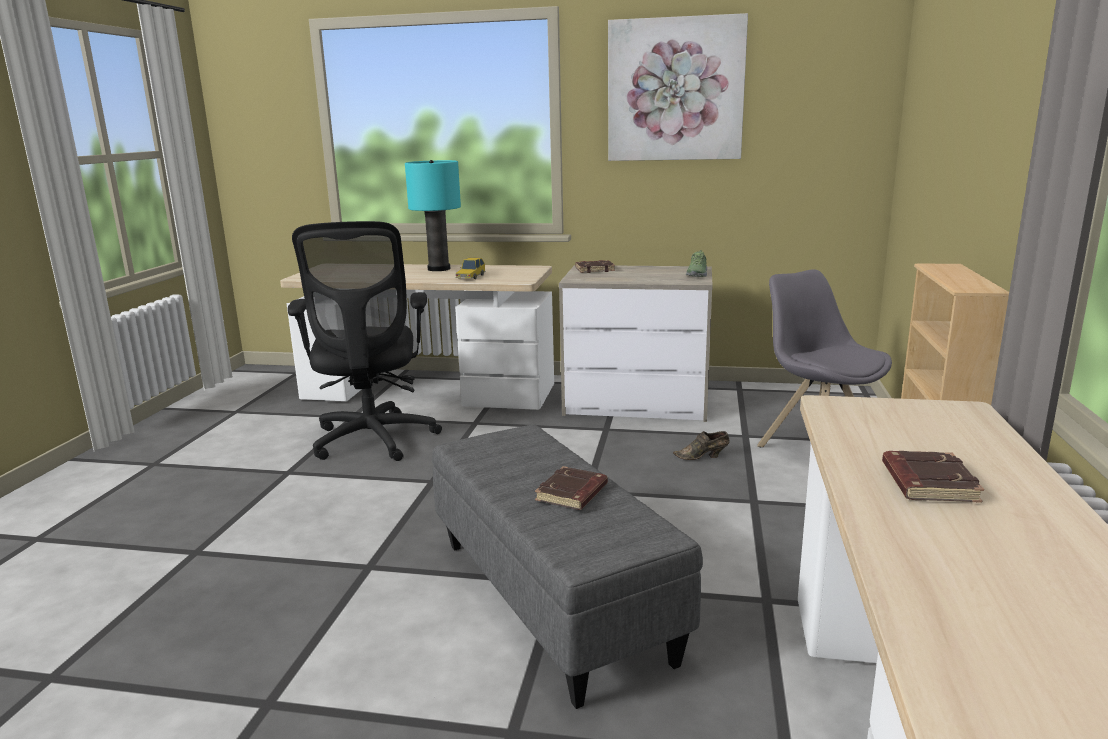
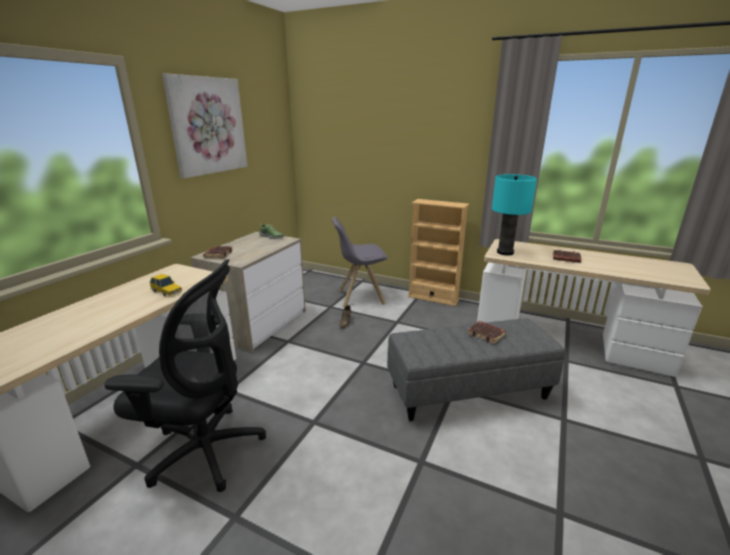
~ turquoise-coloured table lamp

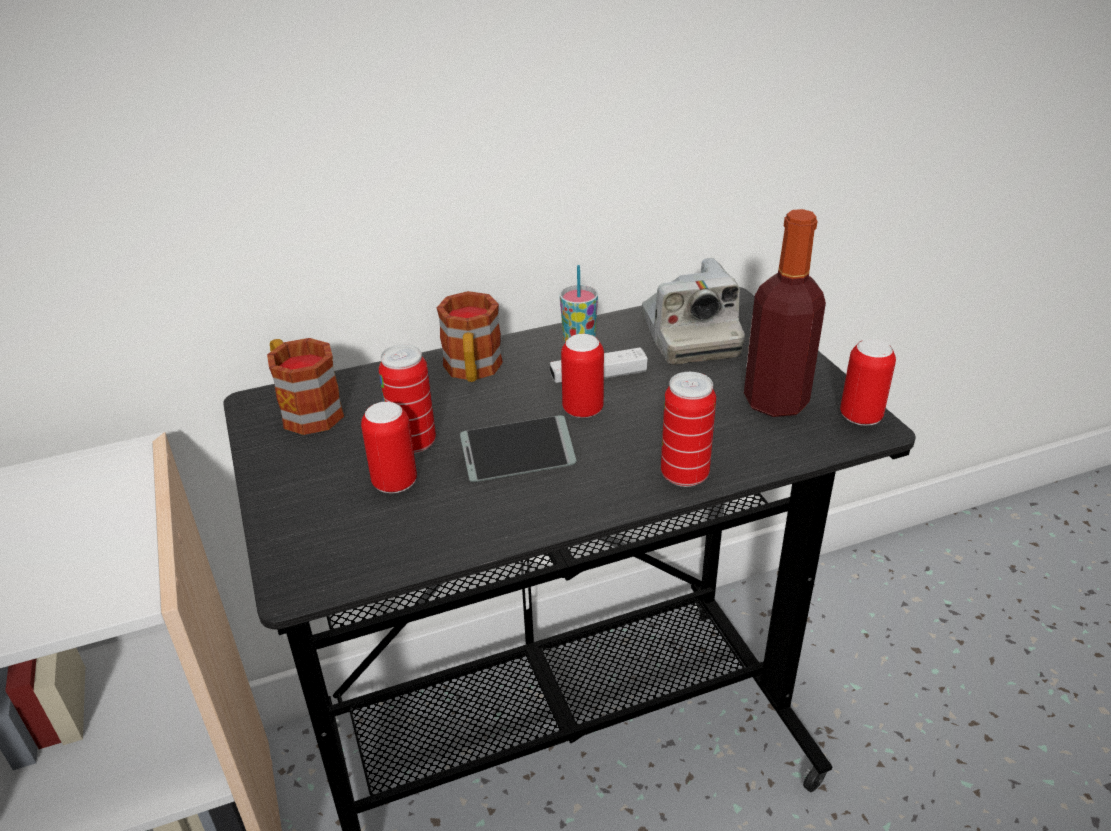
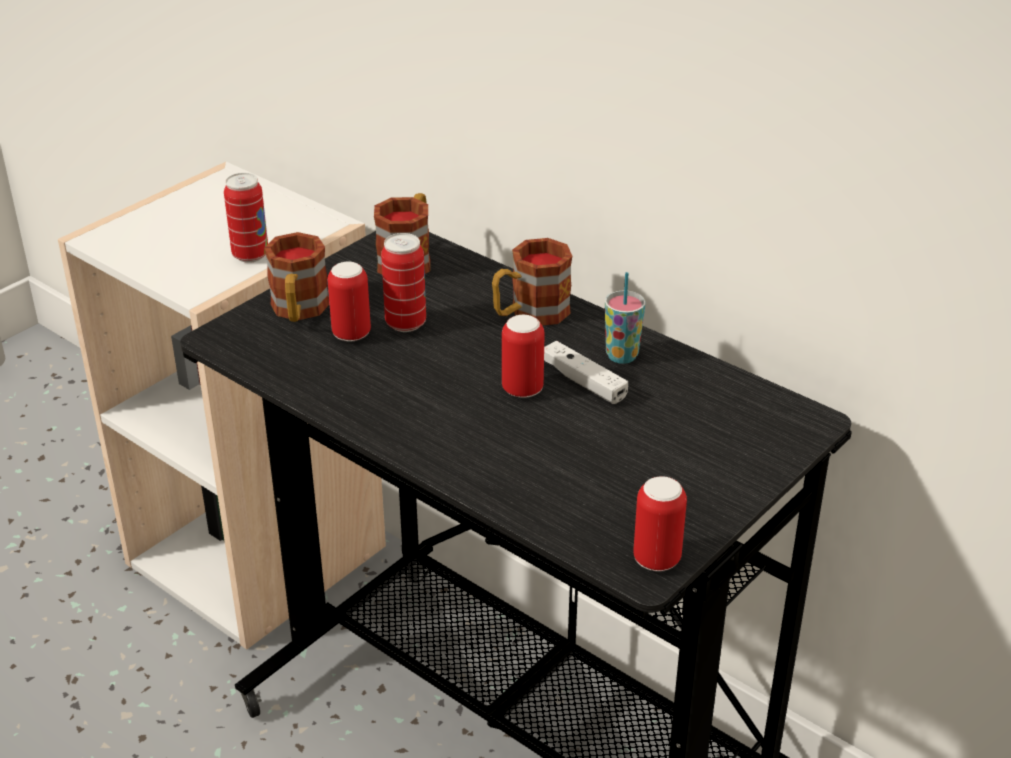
- handset
- still camera
~ can (4th from left in the first image) to can (1st from left)
- beverage bottle
+ mug (1st from left)

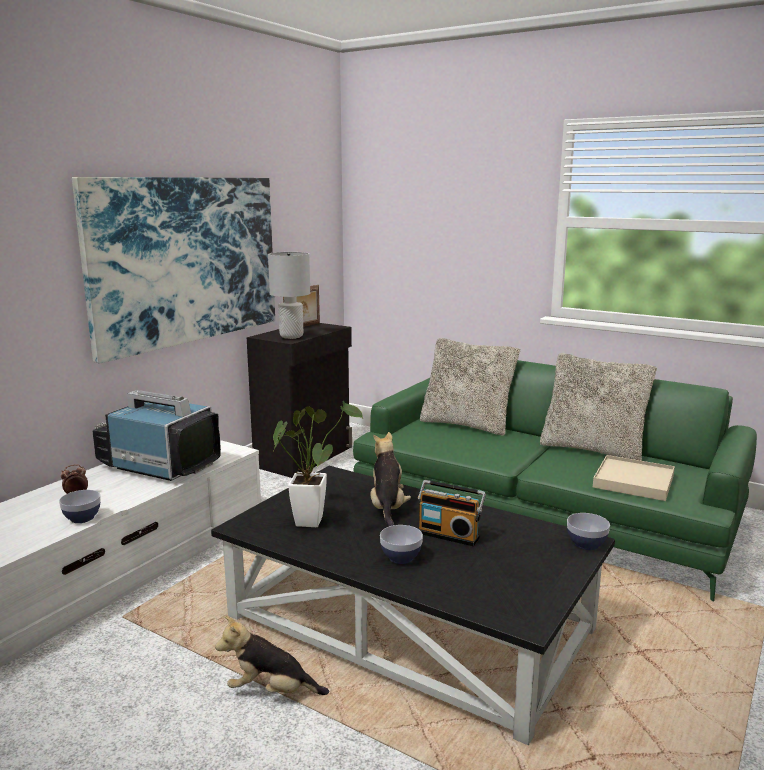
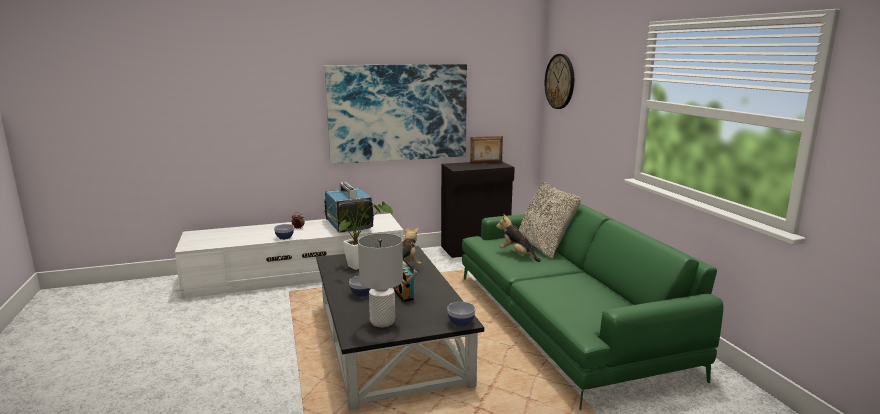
~ cuddly toy (1st from left in the first image) to cuddly toy (2nd from left)
~ greyish table lamp
- sand-coloured pillow (2nd from left)
- sand-coloured tray
+ hanging clock

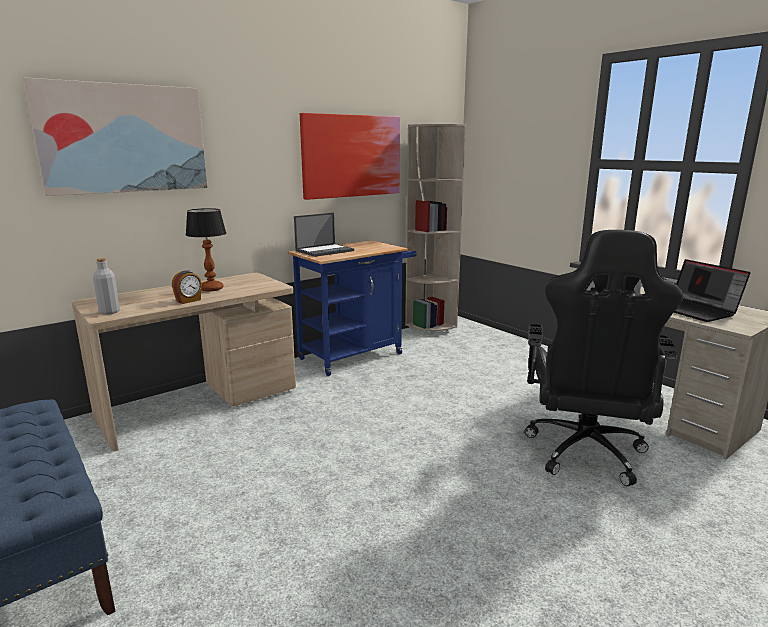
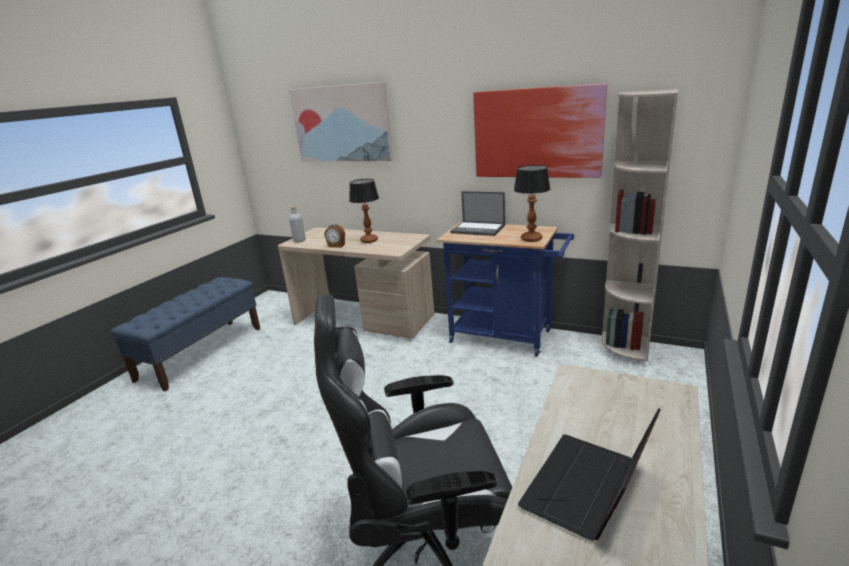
+ table lamp (2nd from left)

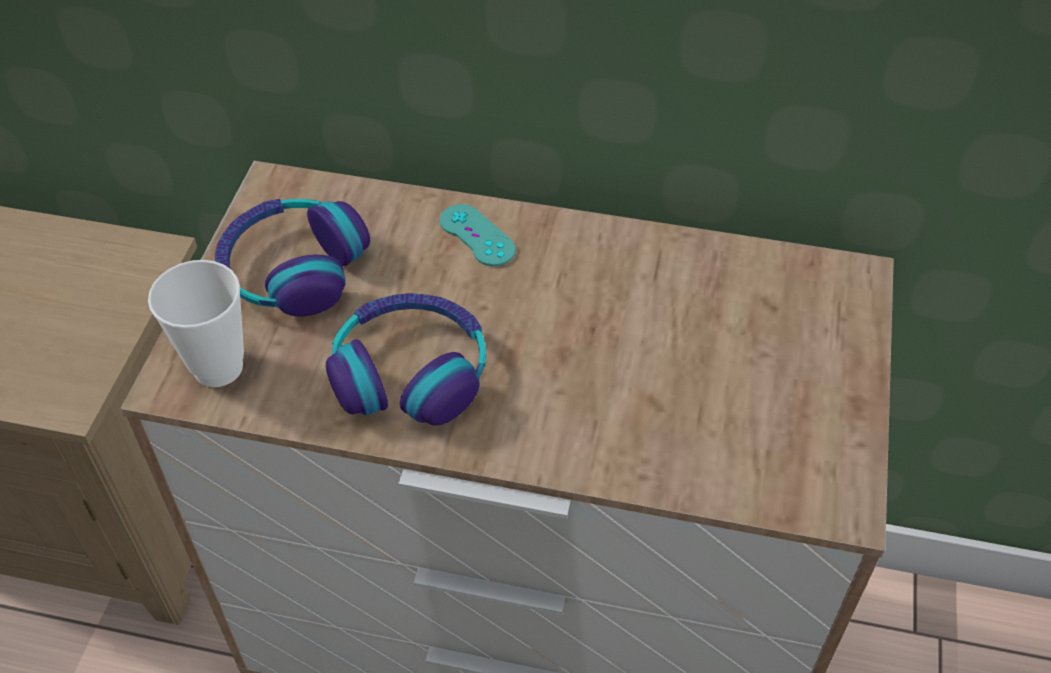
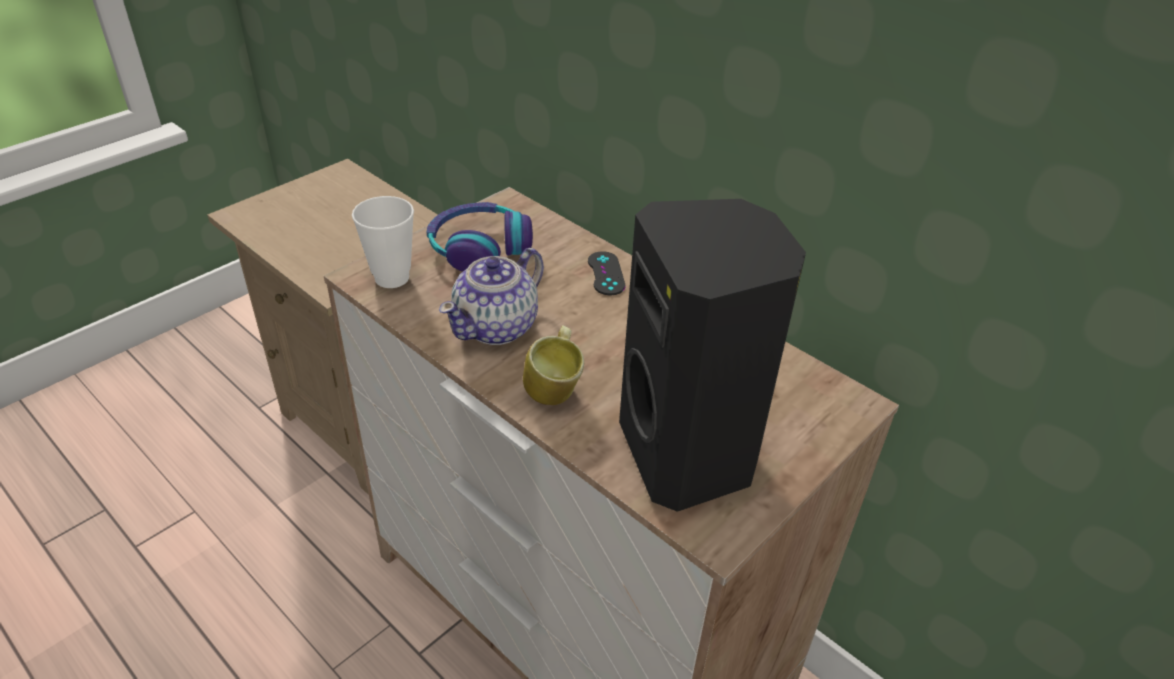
~ pair of headphones (2nd from left) to teapot
~ turquoise-coloured game controller to black-coloured game controller
+ mug
+ black-coloured speaker

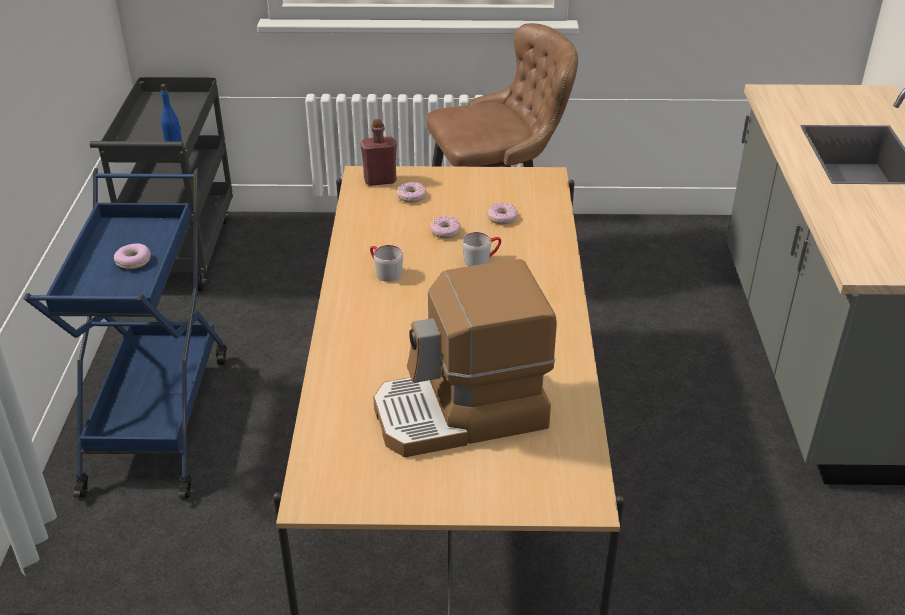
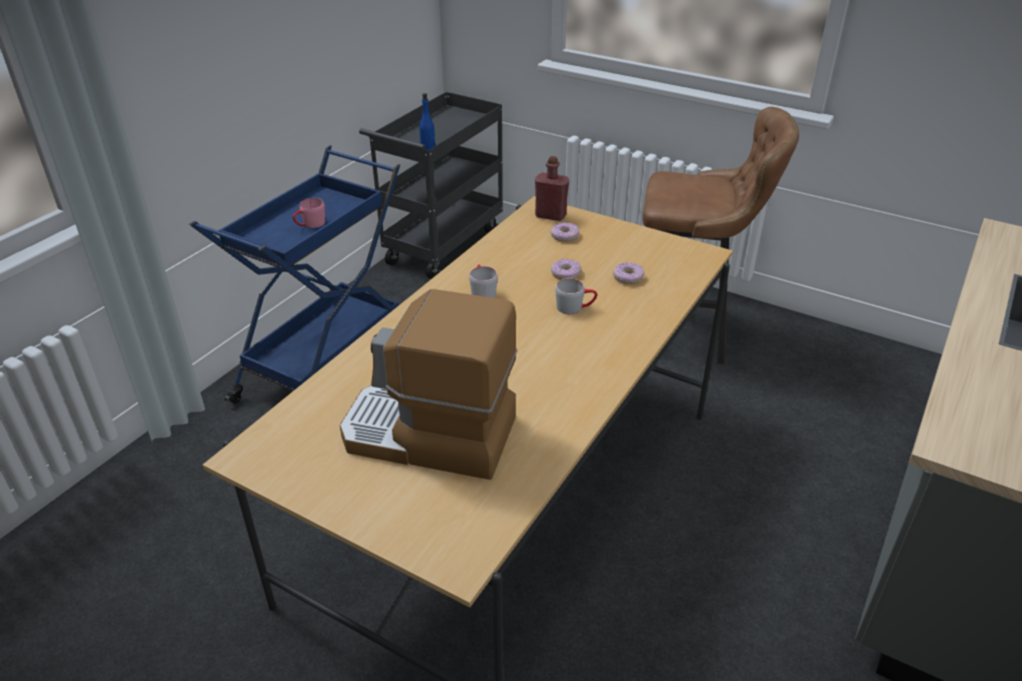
~ ring doughnut (1st from left) to pinkish mug

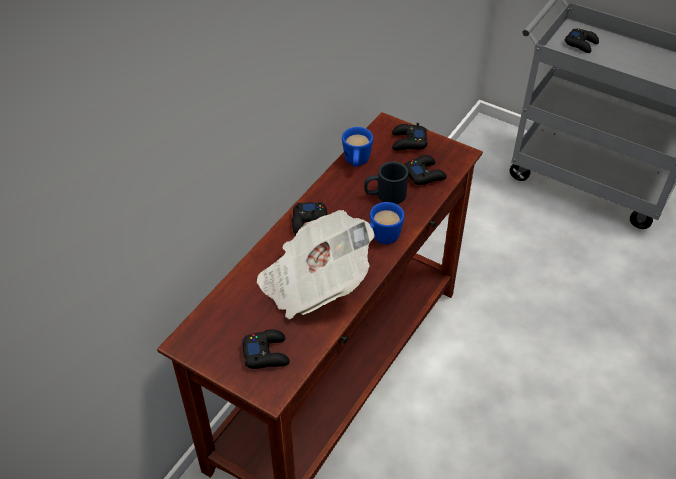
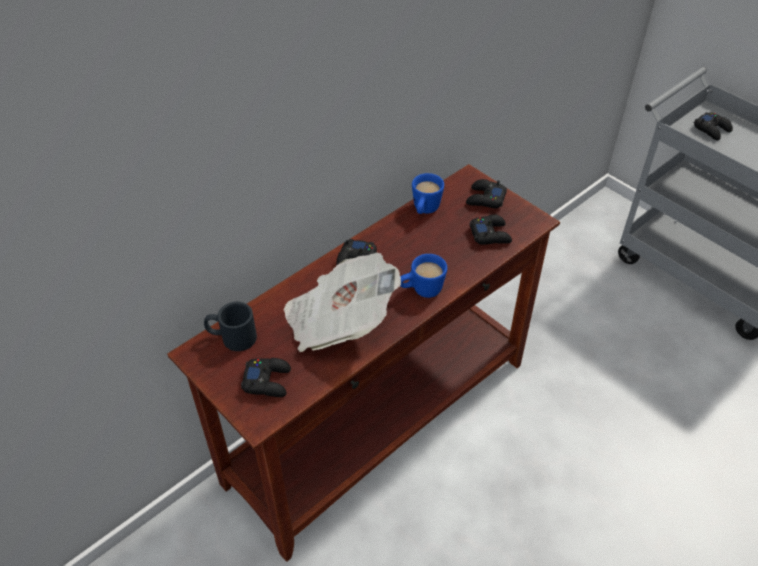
~ black-coloured mug

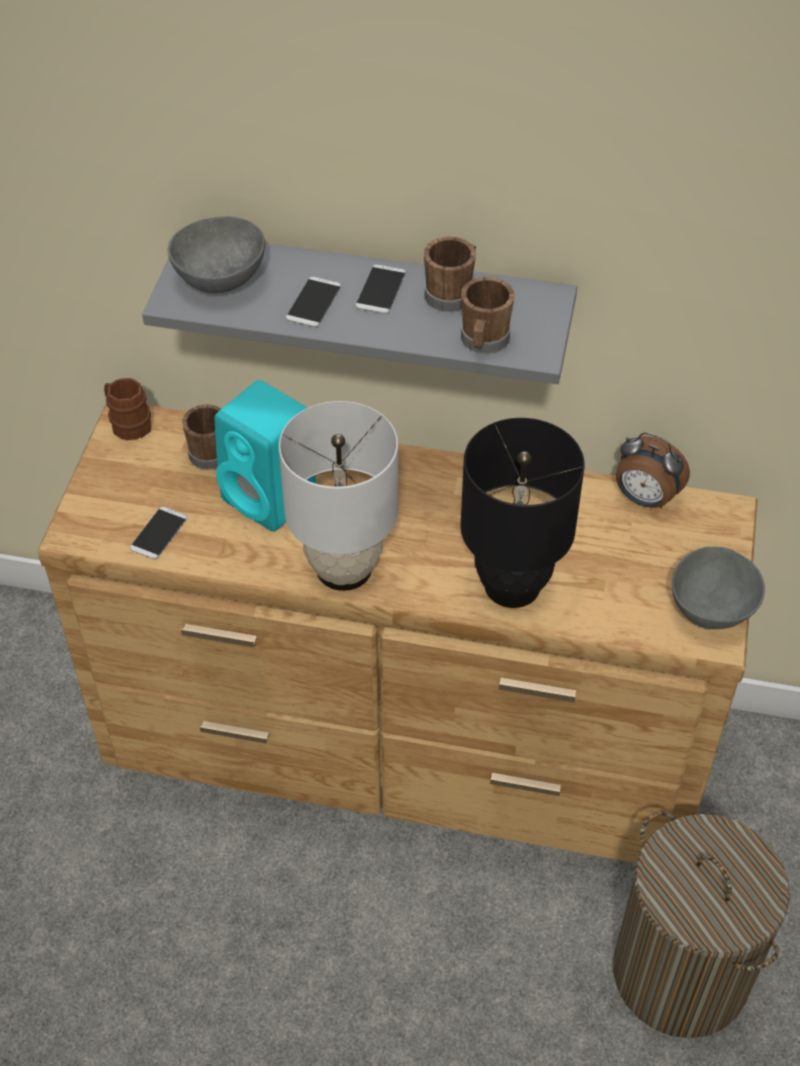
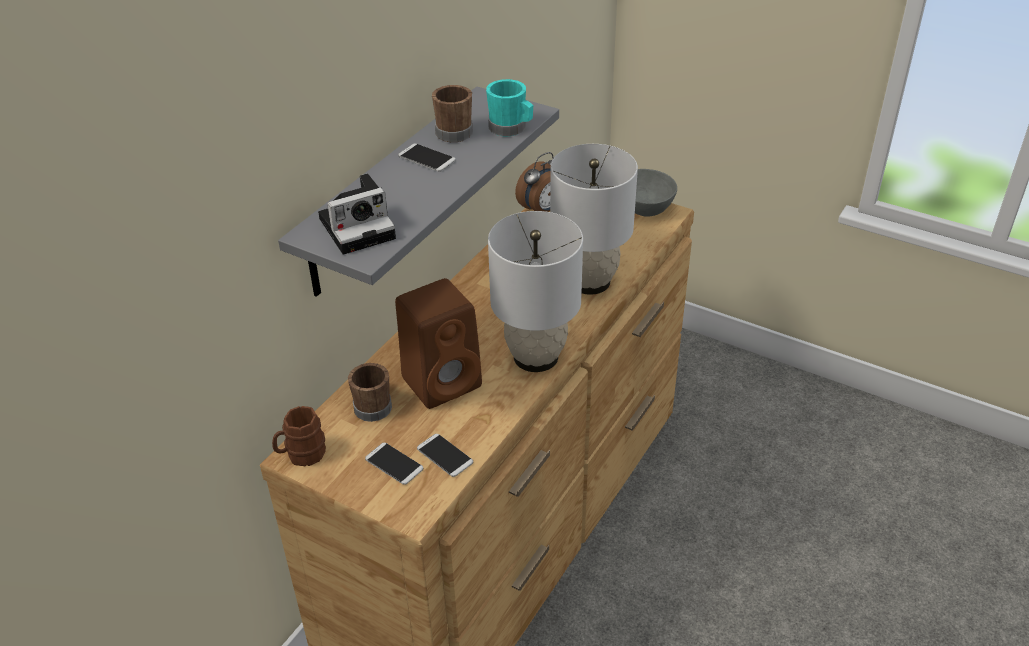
~ greyish deep dish (1st from left) to still camera
~ turquoise-coloured speaker to brown speaker
~ handset (2nd from left in the first image) to handset (1st from left)
~ brown mug (4th from left) to turquoise-coloured mug
~ black-coloured table lamp to white-coloured table lamp (2nd from left)
- laundry basket

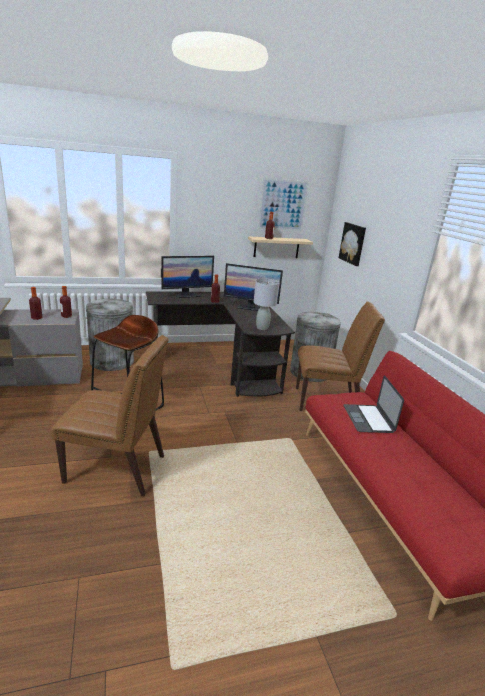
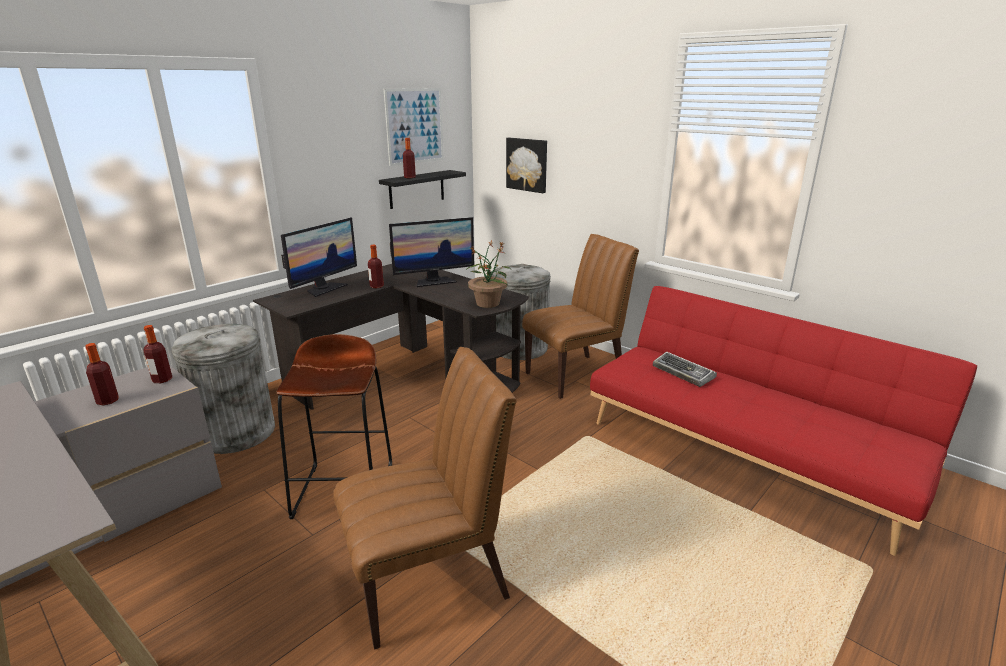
~ sand-coloured bracket shelf to black-coloured bracket shelf
~ greyish table lamp to potted plant
~ laptop to PC keyboard

